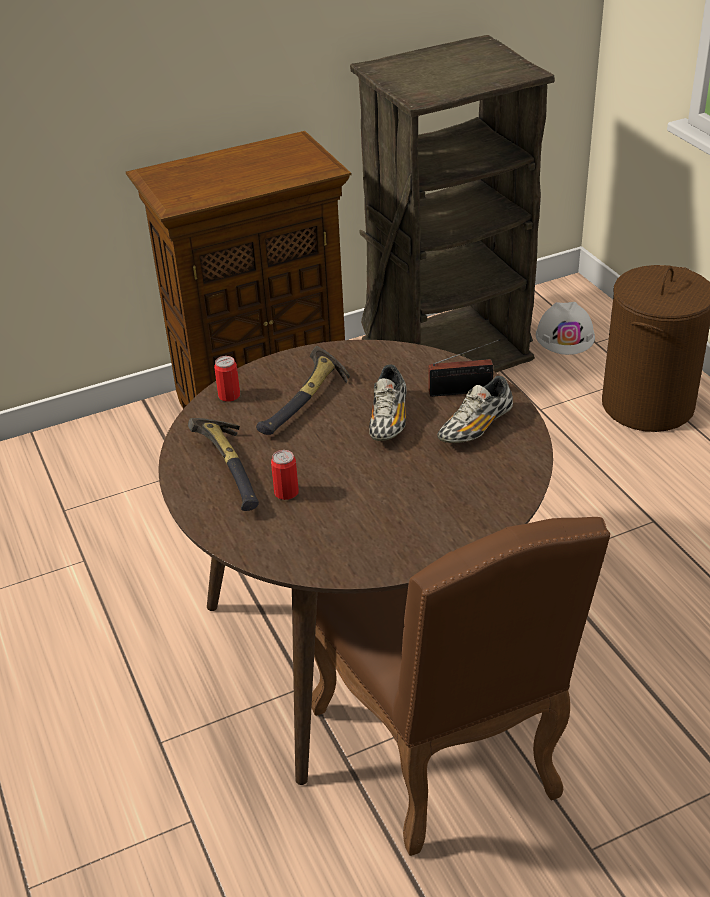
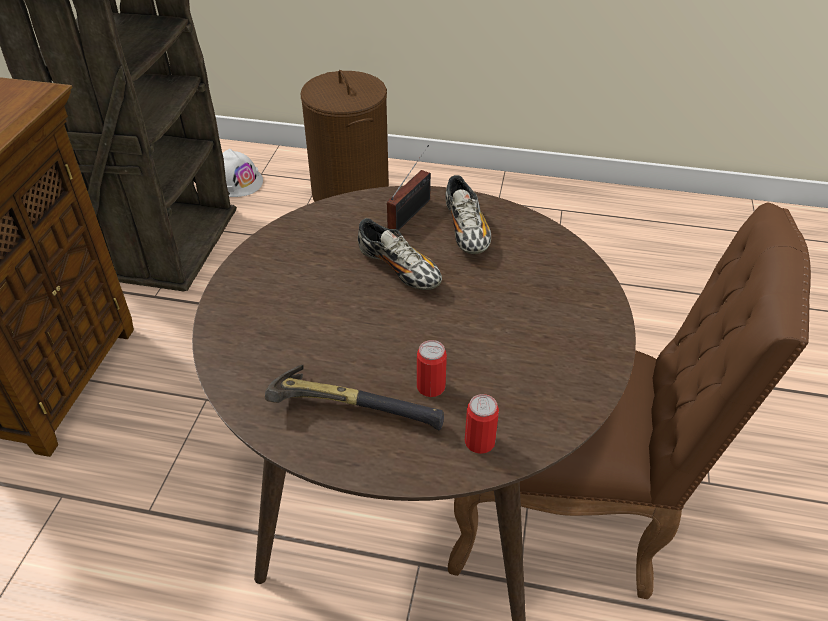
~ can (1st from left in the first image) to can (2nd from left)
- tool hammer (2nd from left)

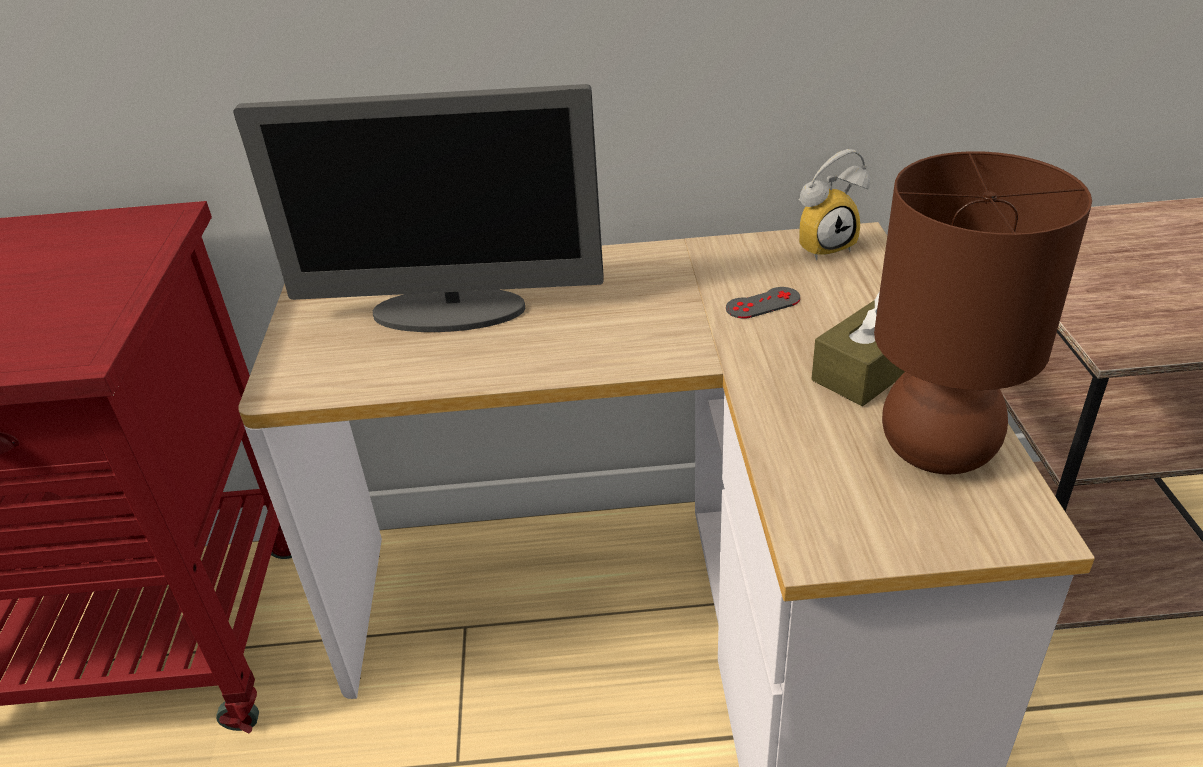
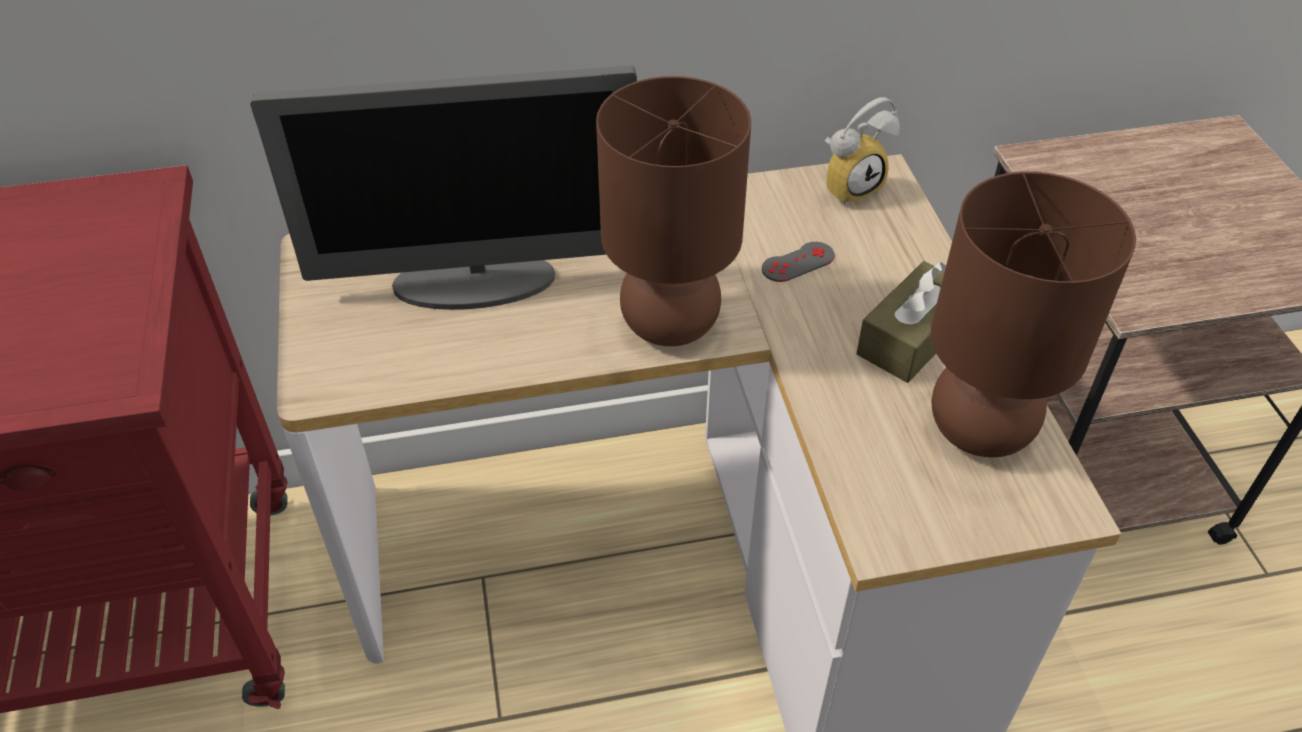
+ brown table lamp (1st from left)

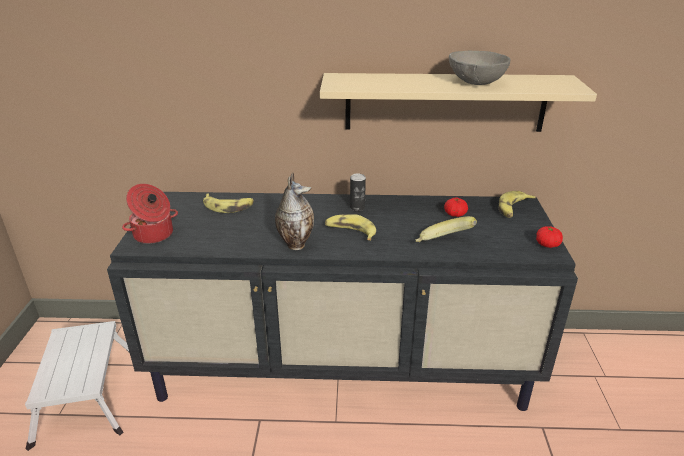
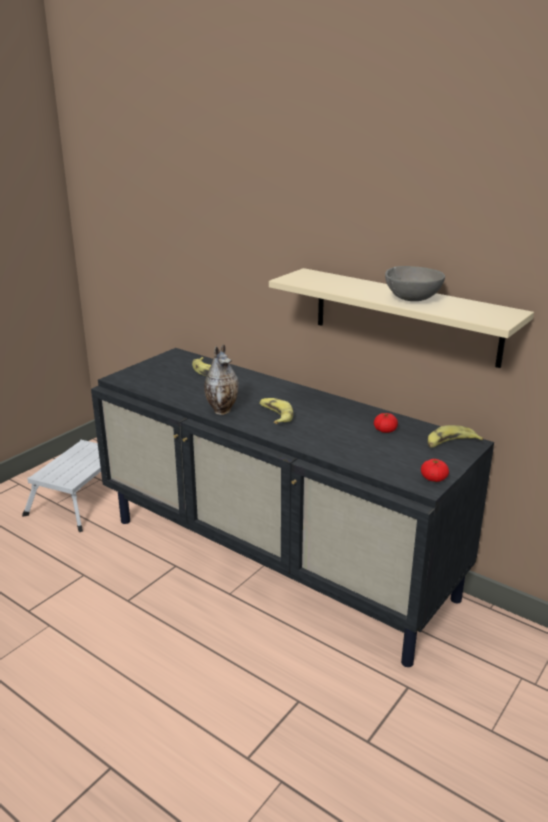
- stockpot
- can
- banana fruit (3rd from left)

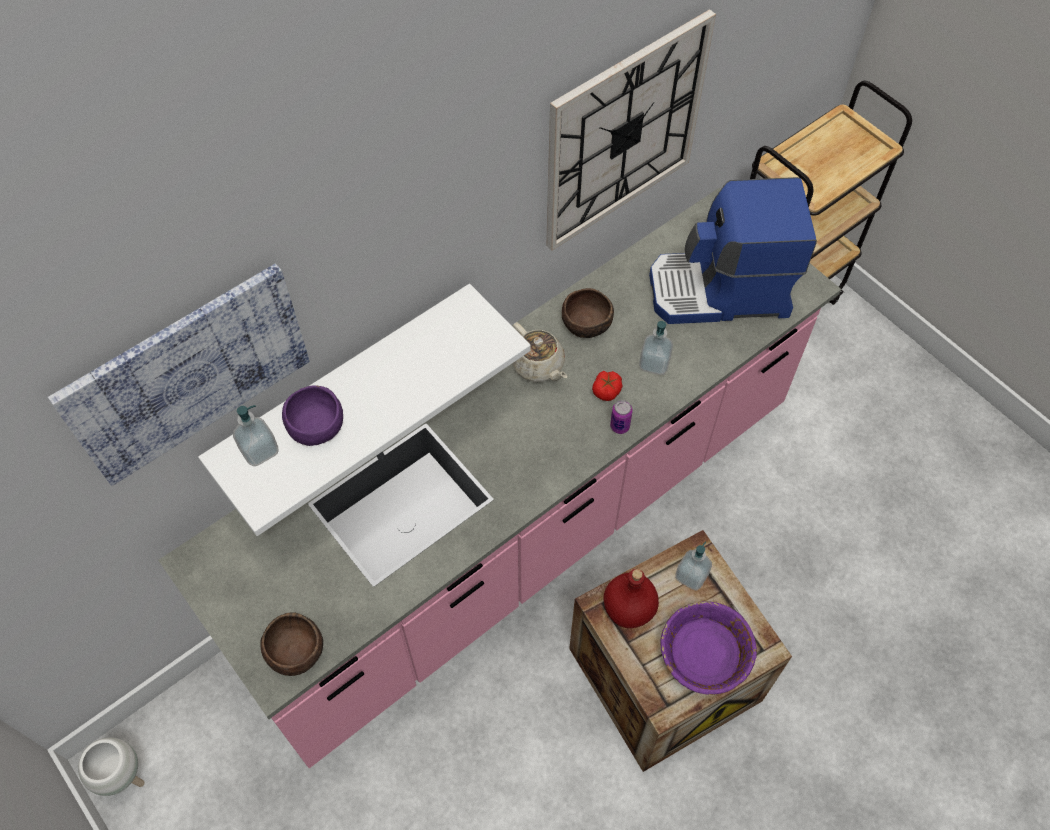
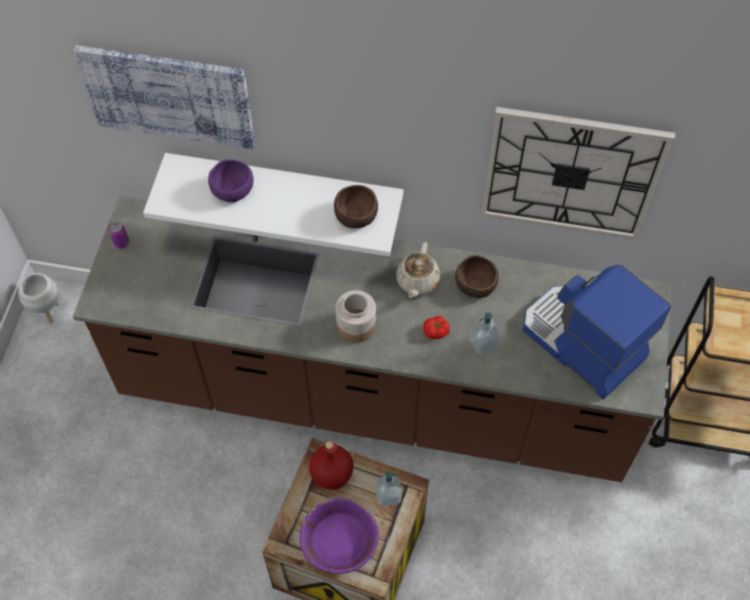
~ pinkish kitchen base unit to brown kitchen base unit
- soap bottle (1st from left)
~ brown deep dish (1st from left)
~ can
+ preserve jar

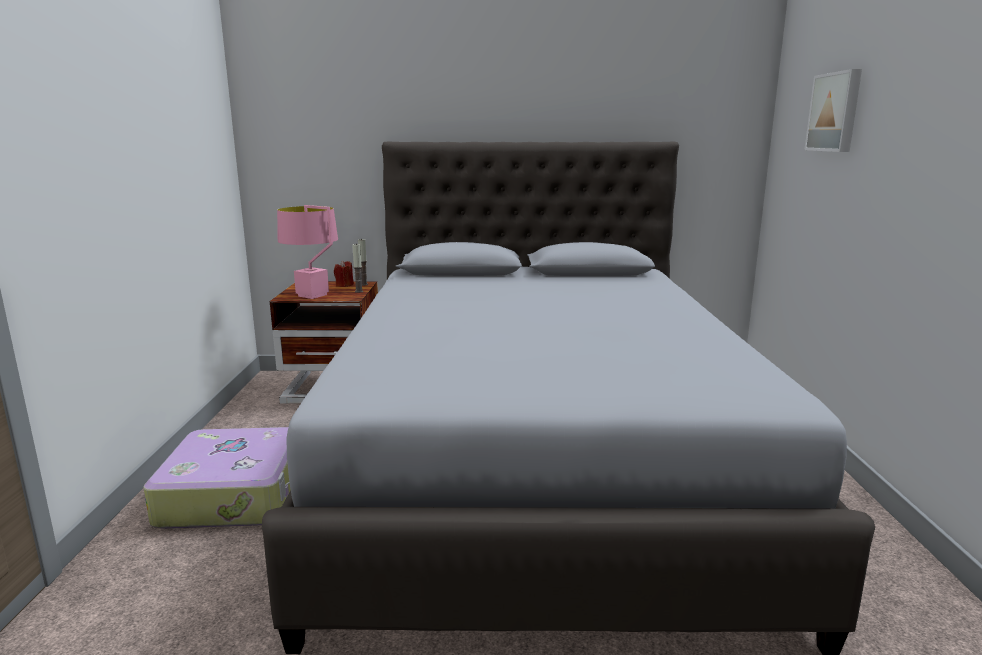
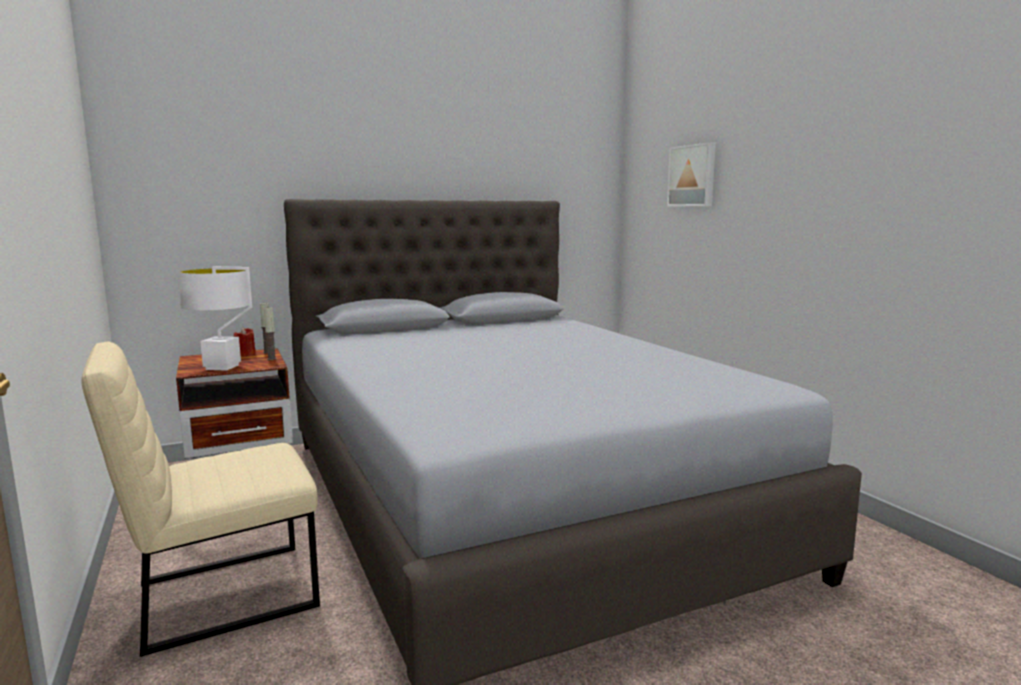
~ suitcase to sand-coloured chair
~ pinkish table lamp to white-coloured table lamp

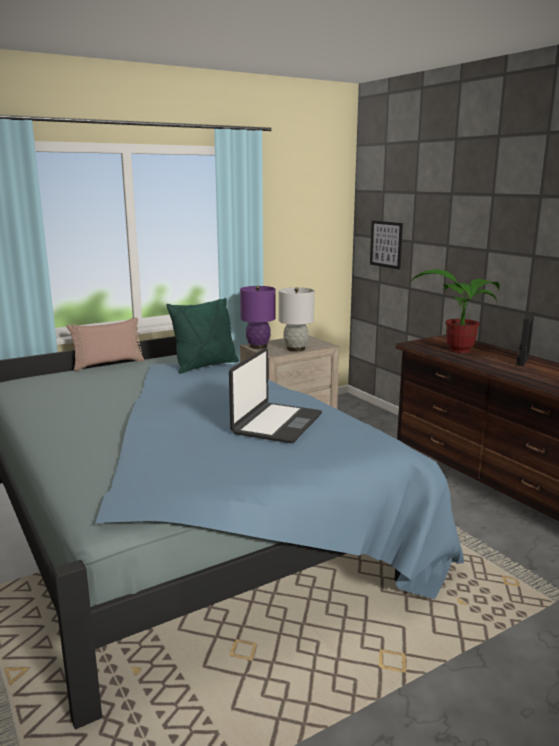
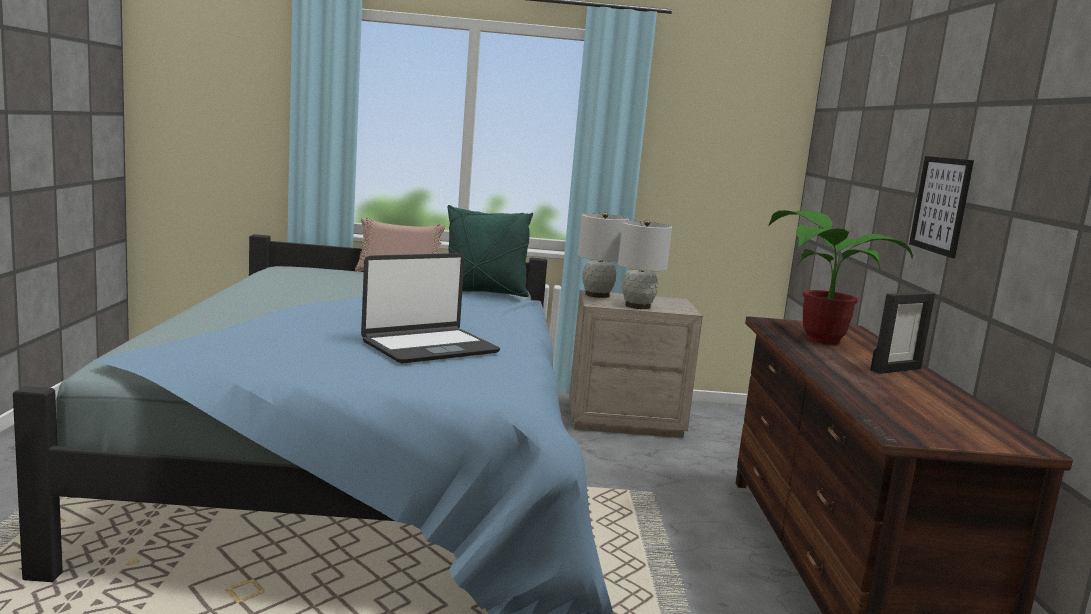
~ purple-coloured table lamp to white-coloured table lamp (1st from left)
~ picture

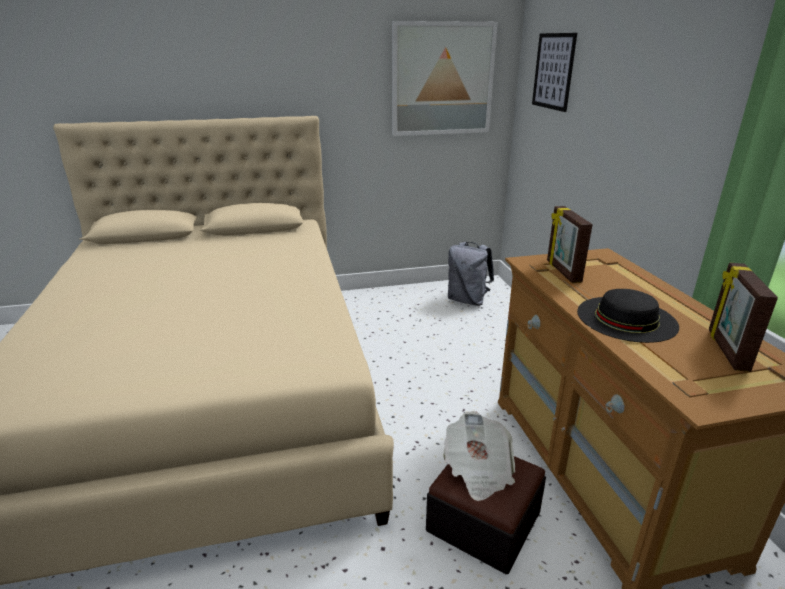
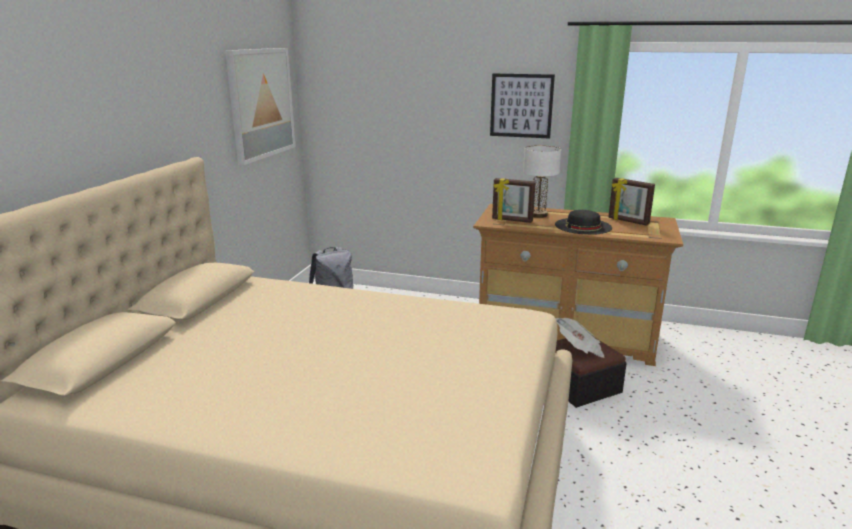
~ picture (2nd from left)
+ table lamp

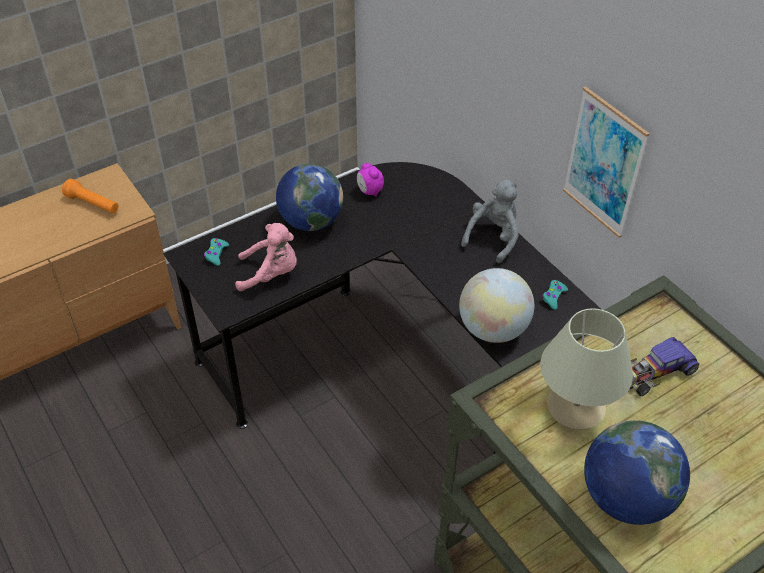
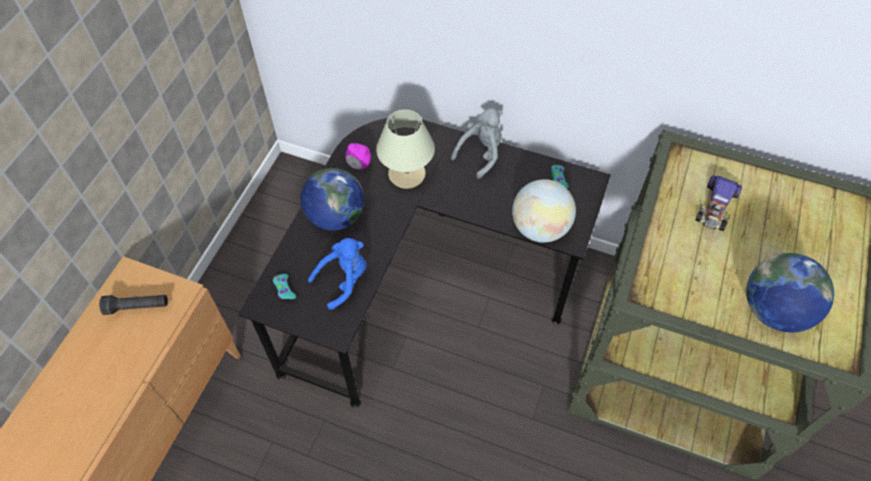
~ orangey torch to black-coloured torch
~ pinkish cuddly toy to blue cuddly toy
~ greyish cuddly toy 45 degrees clockwise
~ sand-coloured table lamp
- picture

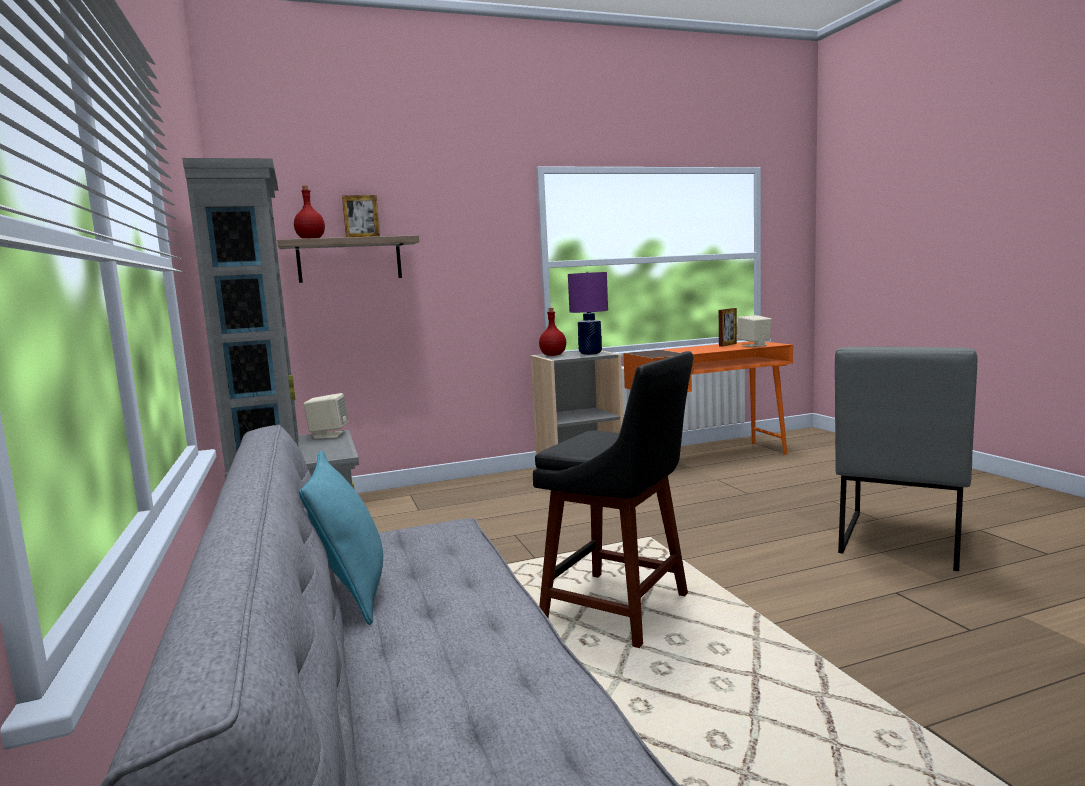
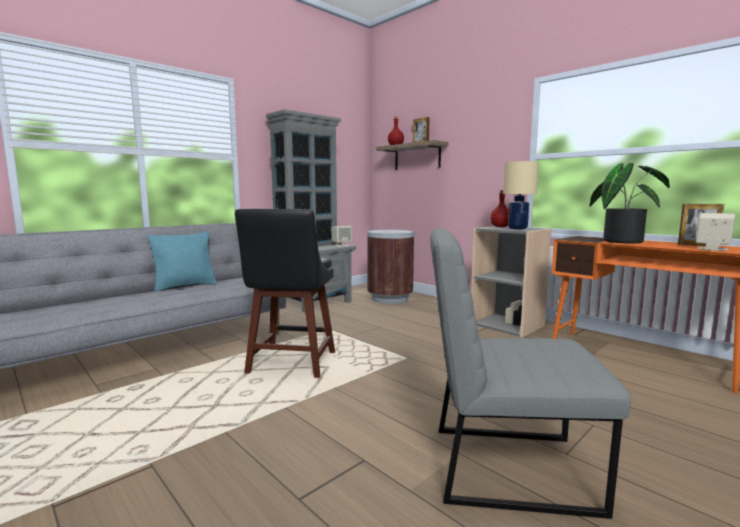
~ purple-coloured table lamp to sand-coloured table lamp
+ brown rubbish bin
+ potted plant

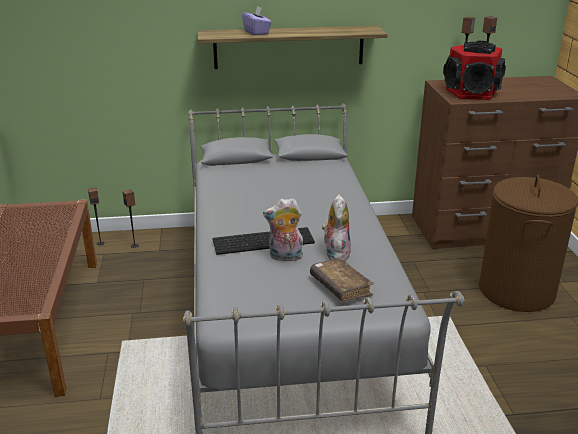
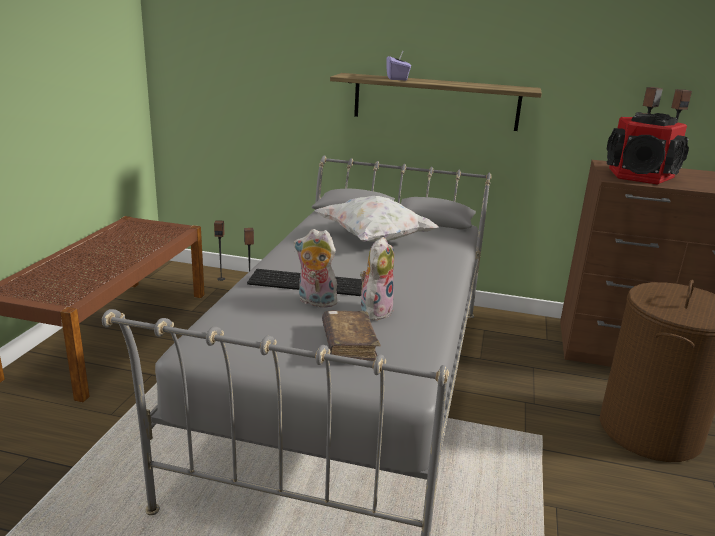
+ white-coloured pillow

